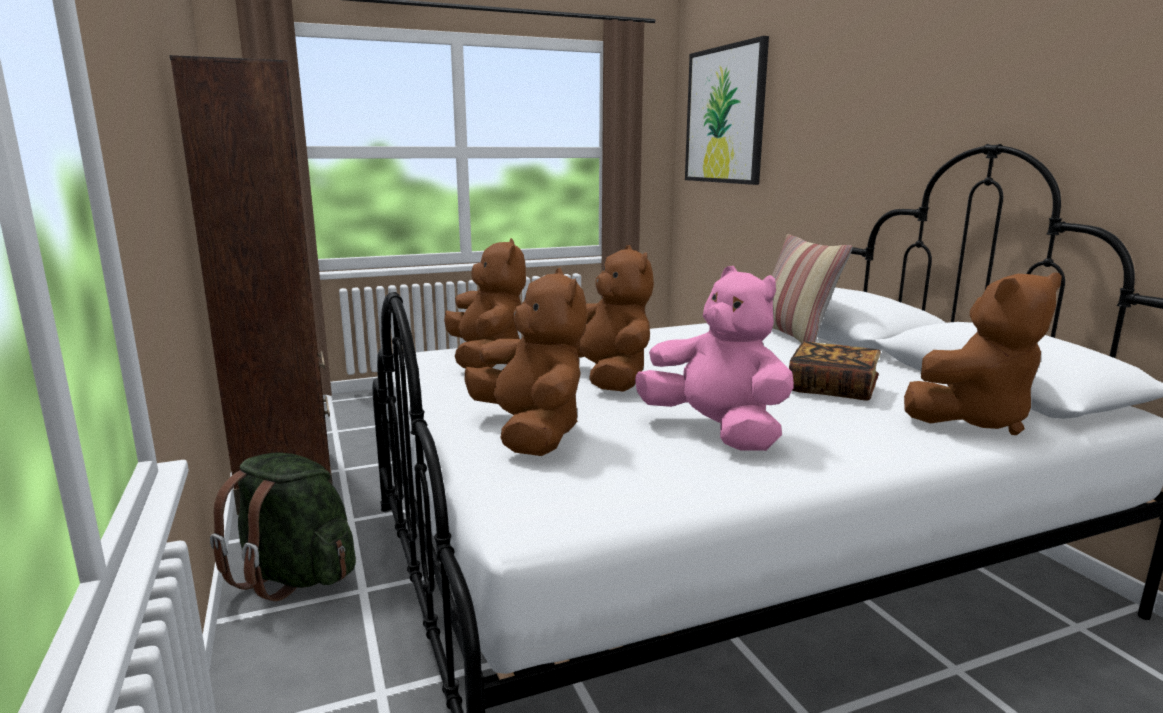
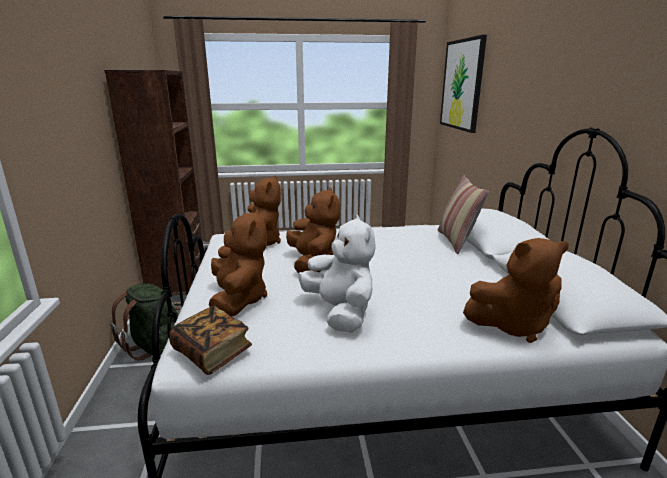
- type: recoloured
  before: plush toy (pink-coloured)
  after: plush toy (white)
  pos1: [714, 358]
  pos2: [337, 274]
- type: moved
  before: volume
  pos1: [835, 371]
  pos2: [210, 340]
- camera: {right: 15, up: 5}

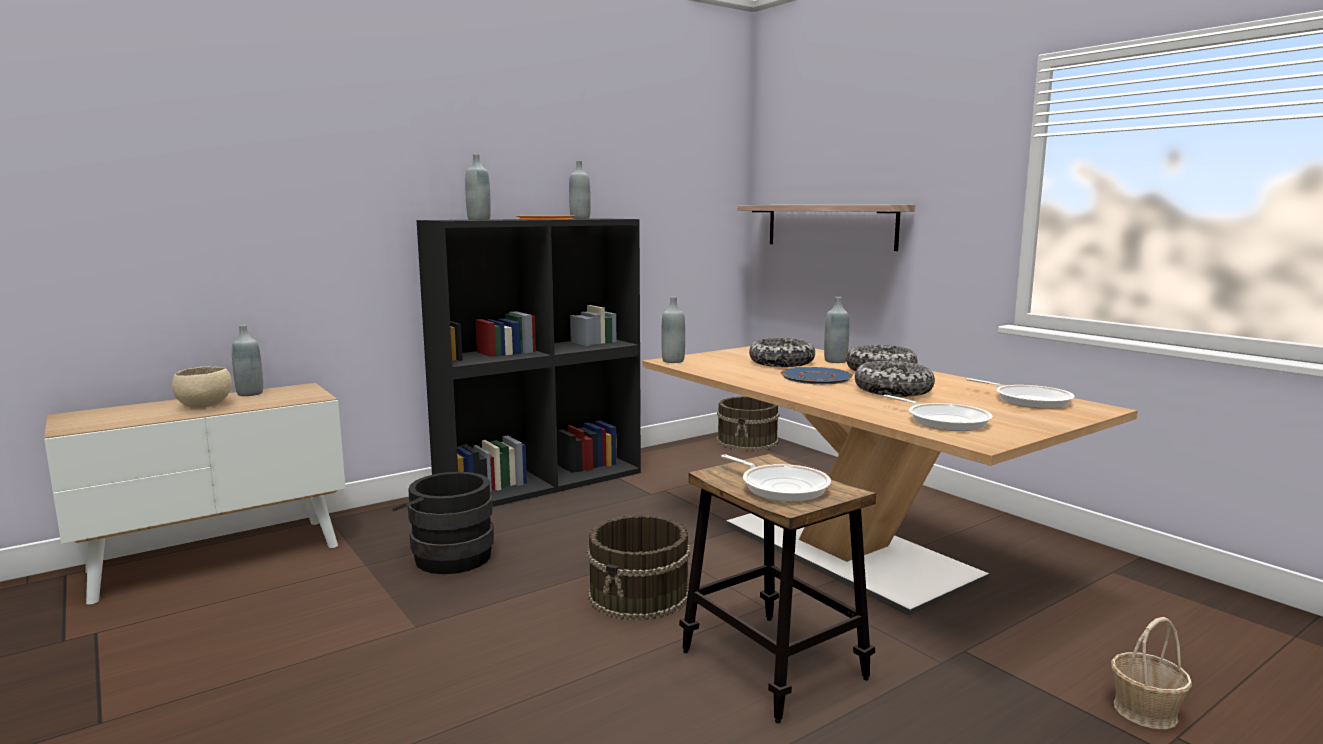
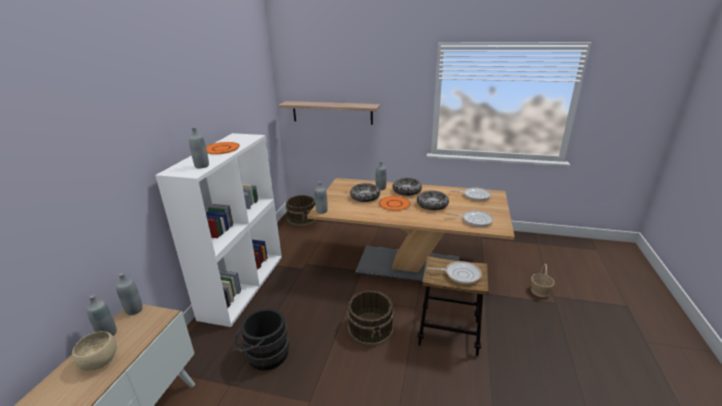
- type: recoloured
  before: shelving unit (blackish)
  after: shelving unit (white)
  pos1: [529, 362]
  pos2: [218, 230]
- type: moved
  before: drink bottle (greyish)
  pos1: [580, 190]
  pos2: [129, 294]
- type: recoloured
  before: plate (bluish)
  after: plate (orange)
  pos1: [817, 375]
  pos2: [394, 203]
- camera: {right: -40, up: 15}

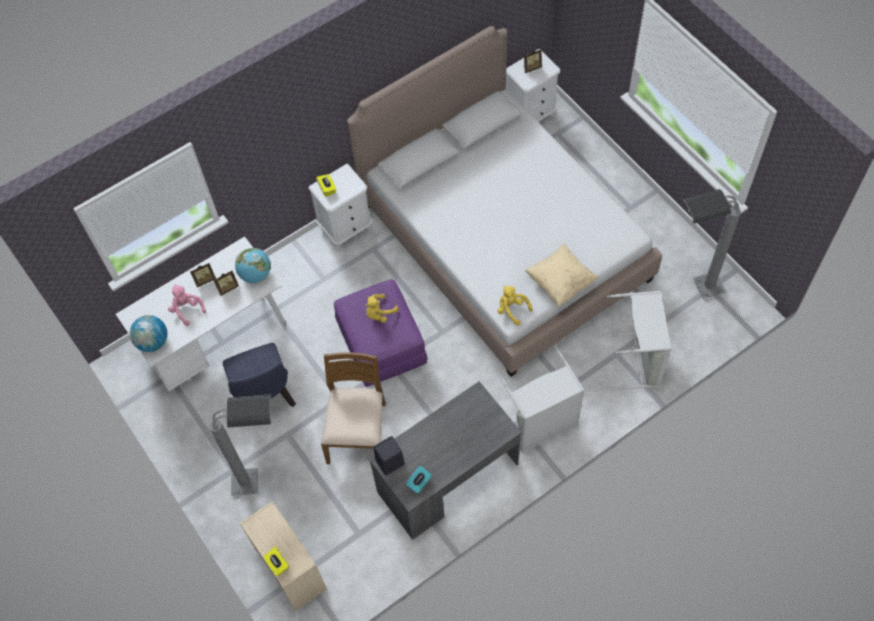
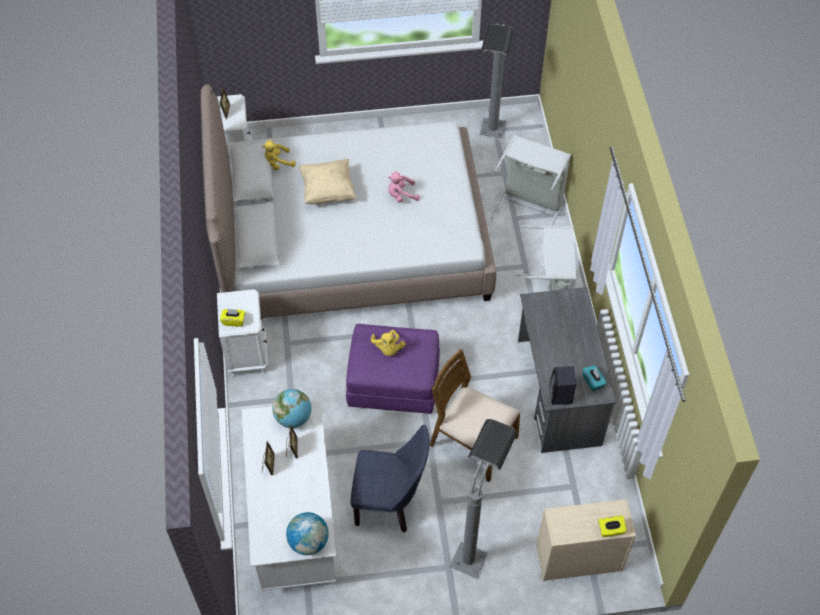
- type: moved
  before: plush toy (pink-coloured)
  pos1: [187, 305]
  pos2: [404, 186]
- type: moved
  before: plush toy (yellow)
  pos1: [515, 306]
  pos2: [279, 155]
- type: moved
  before: throw pillow (beige)
  pos1: [562, 276]
  pos2: [327, 181]
- camera: {right: -65, up: -5}

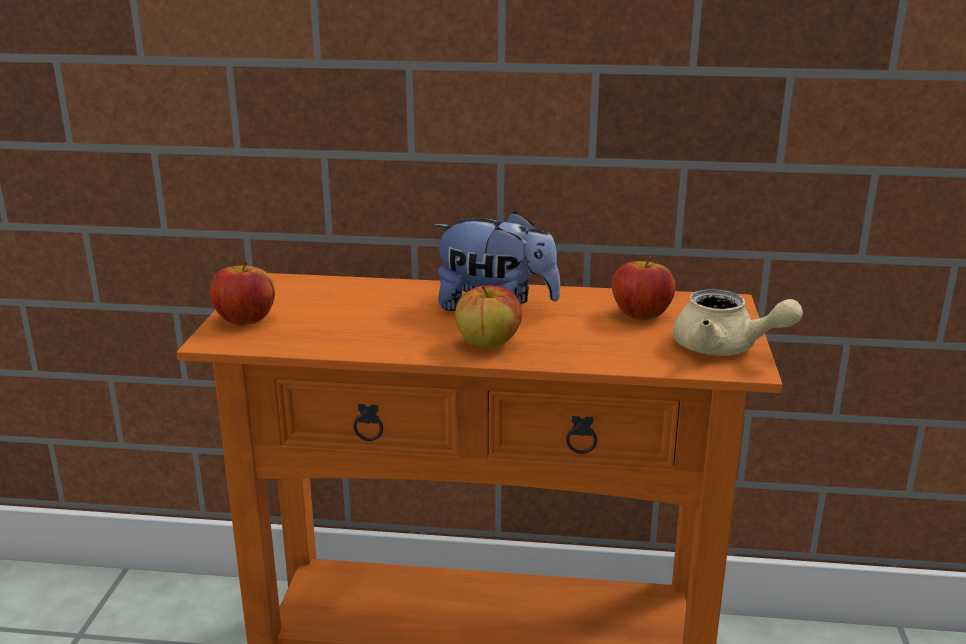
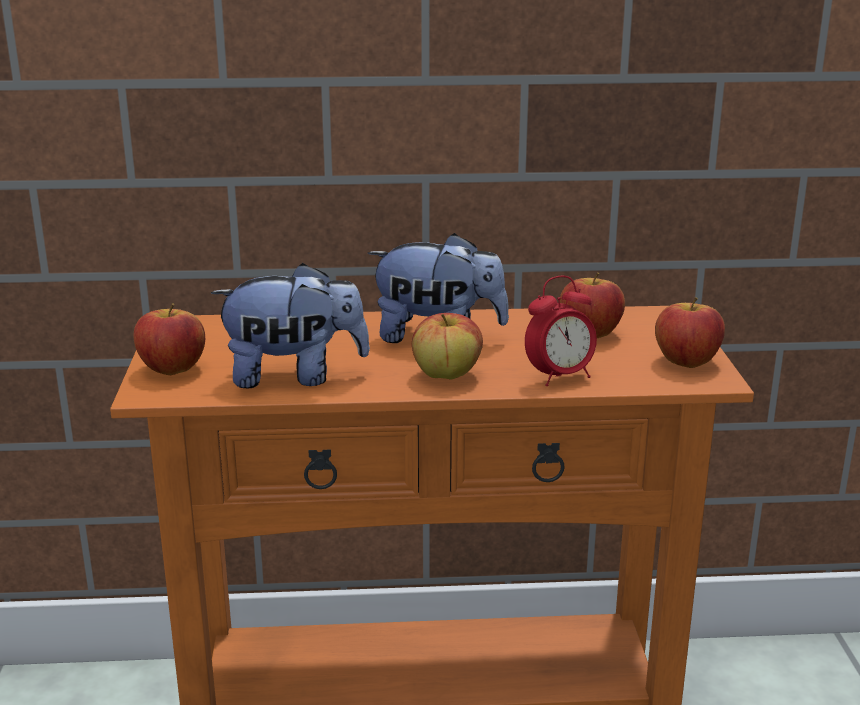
- type: replaced
  before: tea pot (beige)
  after: apple
  pos1: [738, 322]
  pos2: [690, 332]
- type: added
  after: plush toy
  pos2: [290, 325]
- type: added
  after: alarm clock
  pos2: [561, 331]
- camera: {right: -10, up: 0}

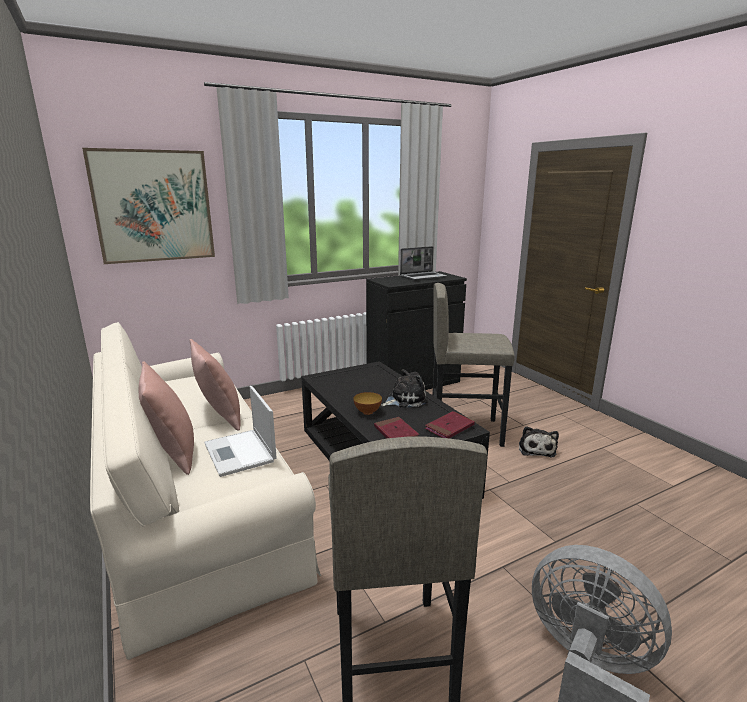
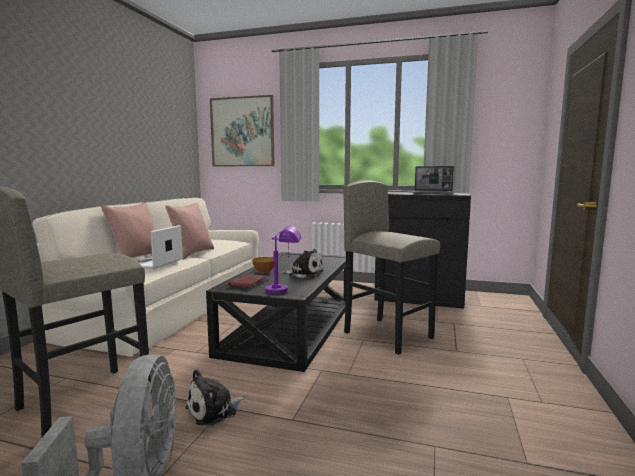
- type: replaced
  before: volume (red-coloured)
  after: table lamp (purple)
  pos1: [450, 424]
  pos2: [283, 260]
- type: moved
  before: plush toy
  pos1: [539, 441]
  pos2: [215, 397]
- camera: {right: 45, up: -10}

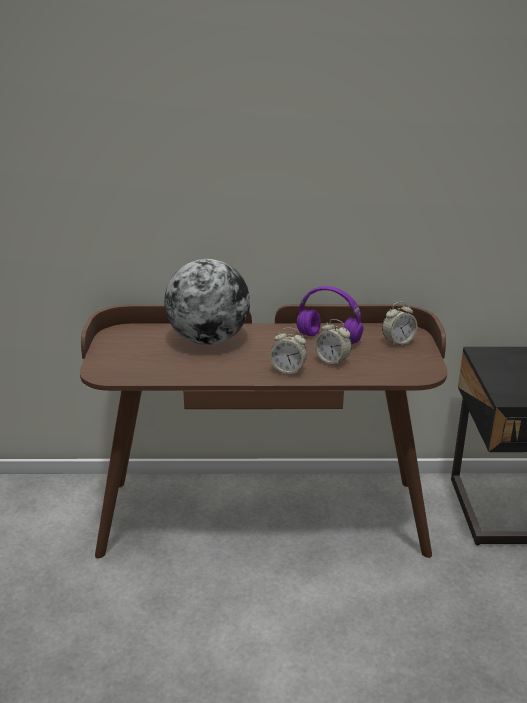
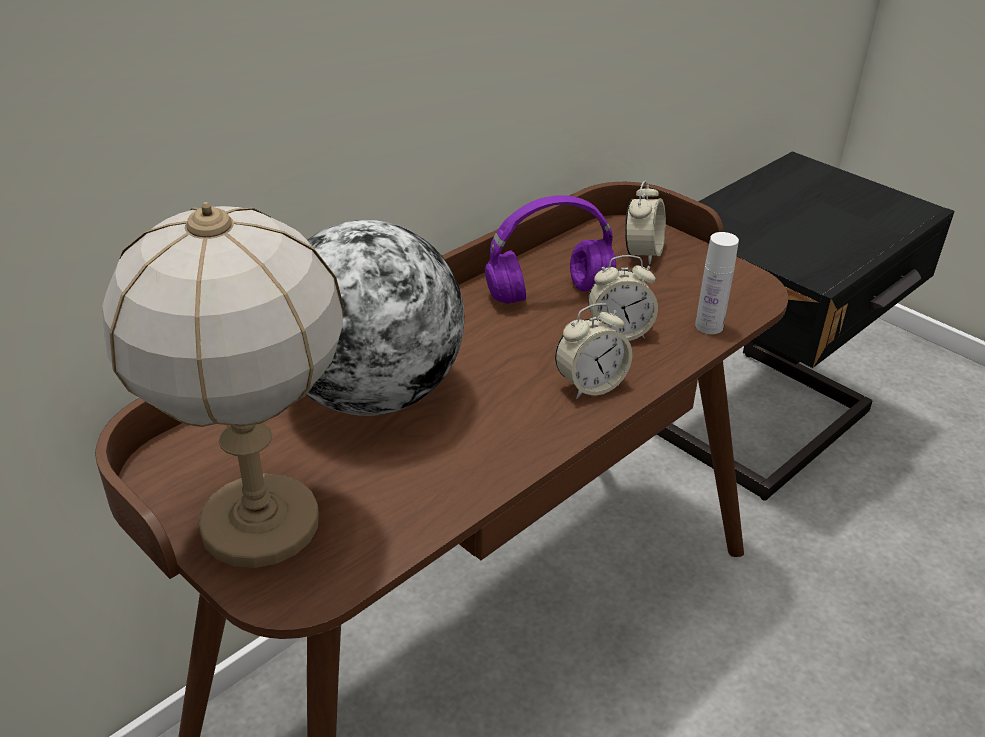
- type: added
  after: table lamp
  pos2: [223, 385]
- type: added
  after: drink bottle (white)
  pos2: [717, 283]
- camera: {right: -45, up: 10}

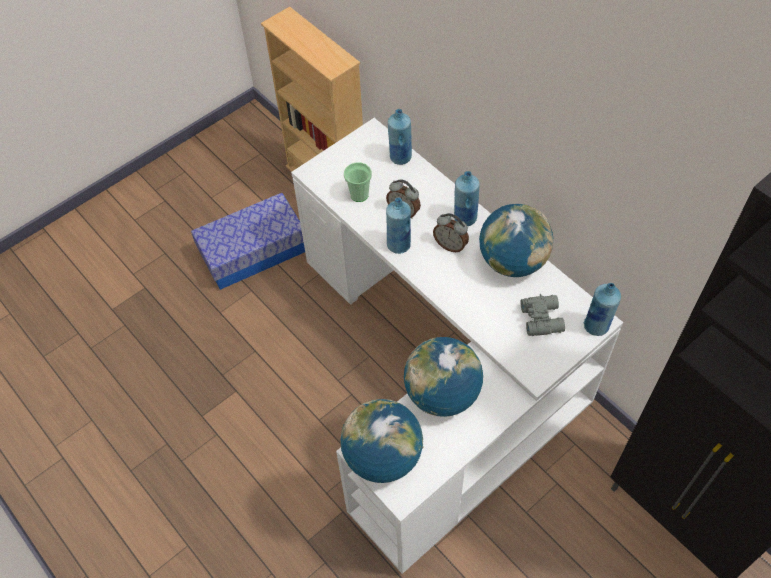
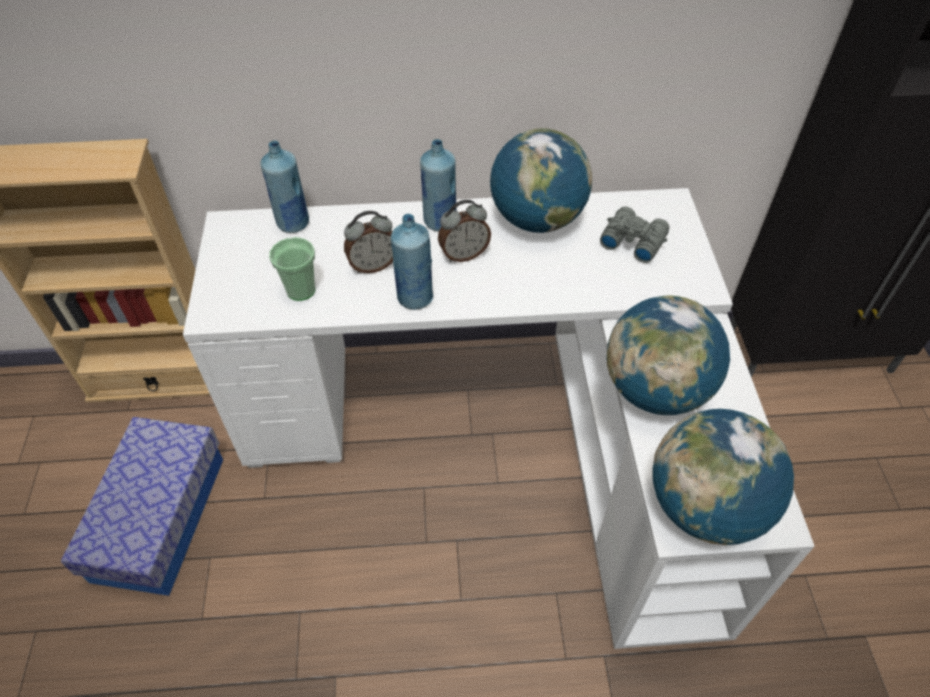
- type: removed
  before: drink bottle (bluish)
  pos1: [602, 309]
- camera: {right: -55, up: -5}

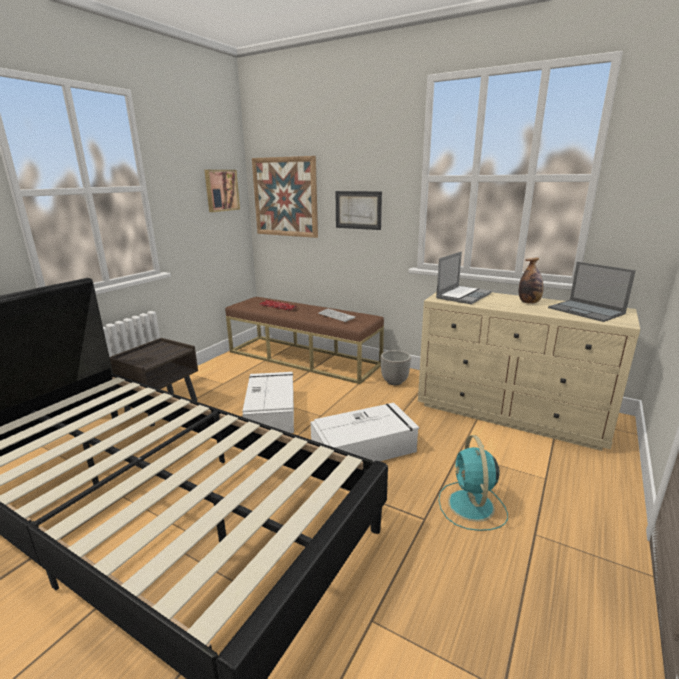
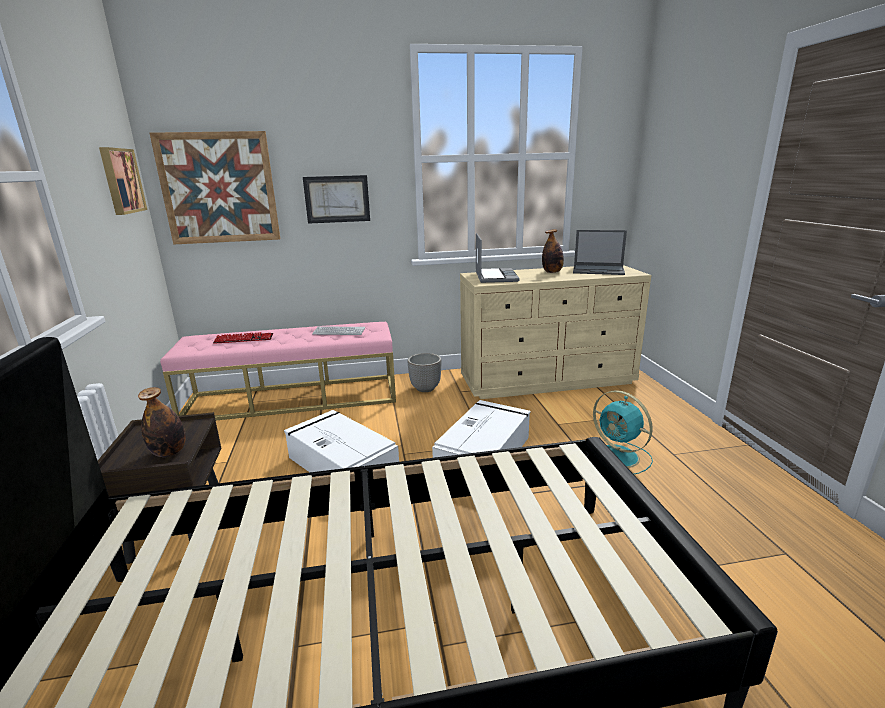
- type: recoloured
  before: indoor bench (brownish)
  after: indoor bench (pink-coloured)
  pos1: [304, 340]
  pos2: [278, 371]
- type: added
  after: drink bottle
  pos2: [162, 422]
- camera: {right: -40, up: 0}

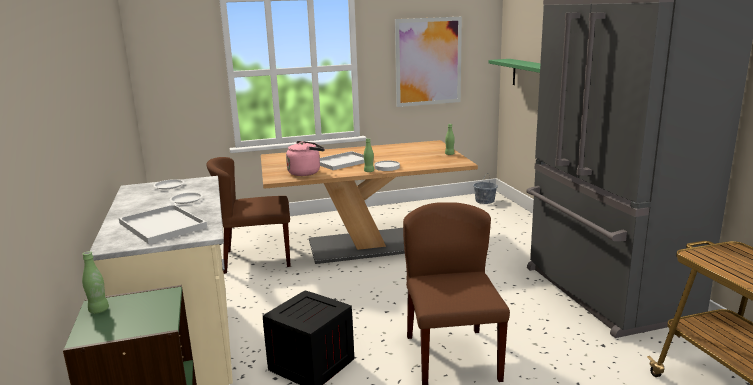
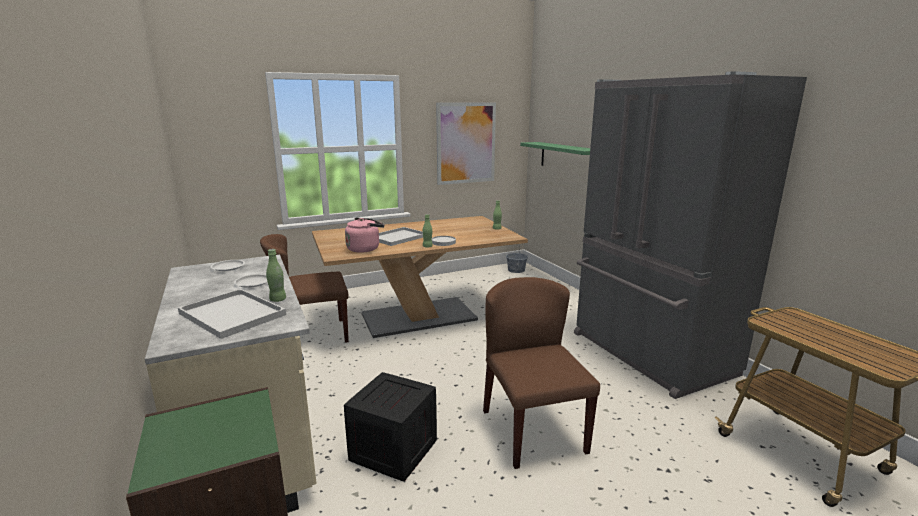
- type: moved
  before: drink bottle (green)
  pos1: [95, 282]
  pos2: [276, 275]
- camera: {right: -10, up: 0}

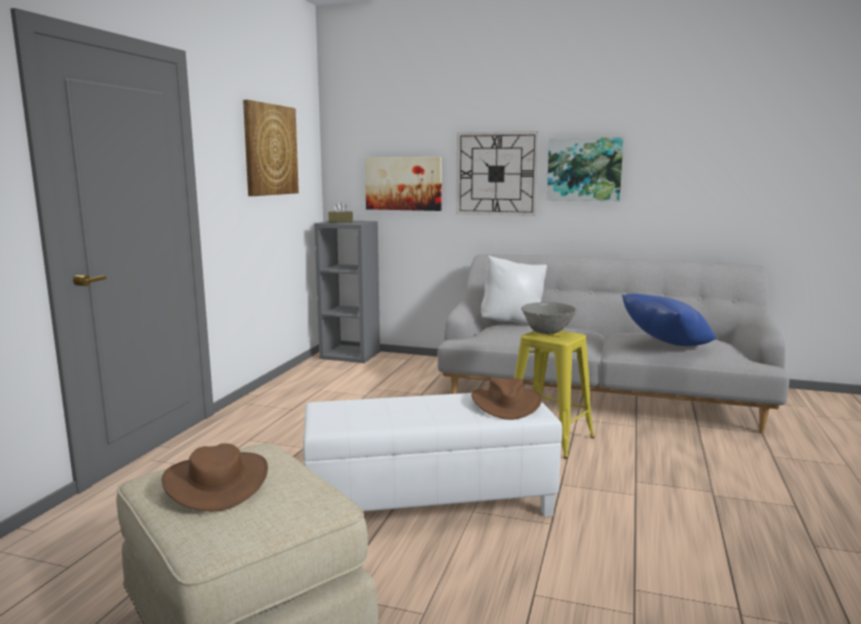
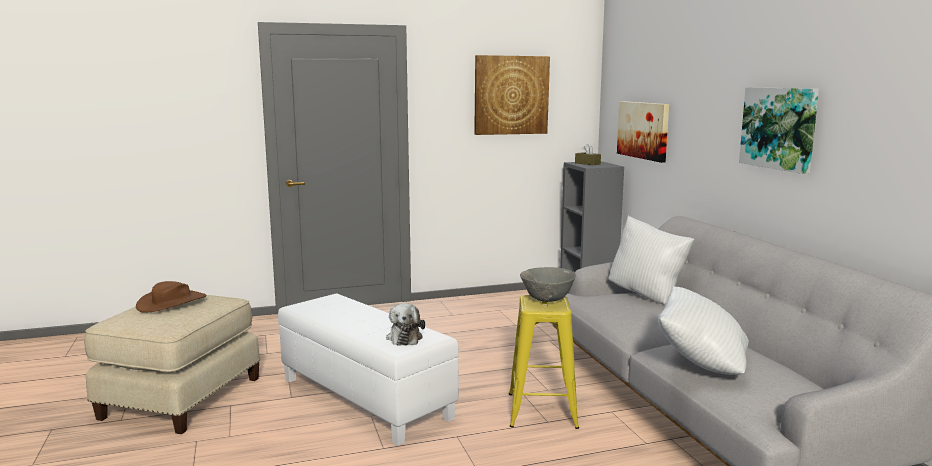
- type: removed
  before: clock on the wall
  pos1: [497, 173]
- type: replaced
  before: wearable hat (brownish)
  after: plush toy
  pos1: [506, 399]
  pos2: [405, 324]
- type: recoloured
  before: throw pillow (bluish)
  after: throw pillow (white)
  pos1: [669, 320]
  pos2: [703, 330]
- camera: {right: 55, up: 0}

